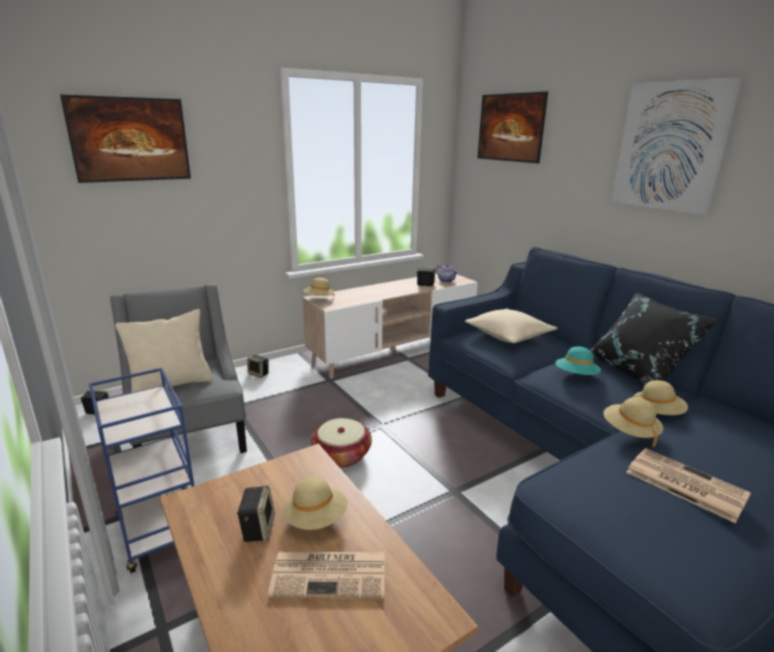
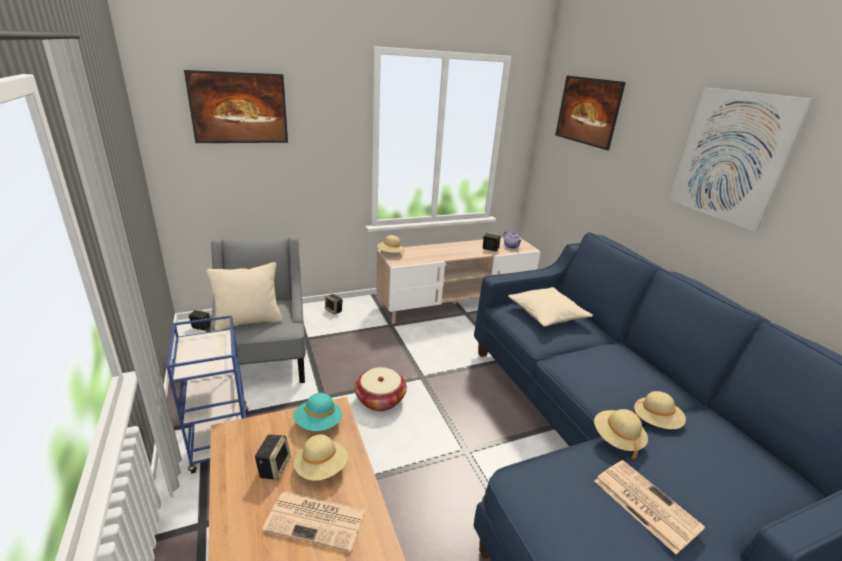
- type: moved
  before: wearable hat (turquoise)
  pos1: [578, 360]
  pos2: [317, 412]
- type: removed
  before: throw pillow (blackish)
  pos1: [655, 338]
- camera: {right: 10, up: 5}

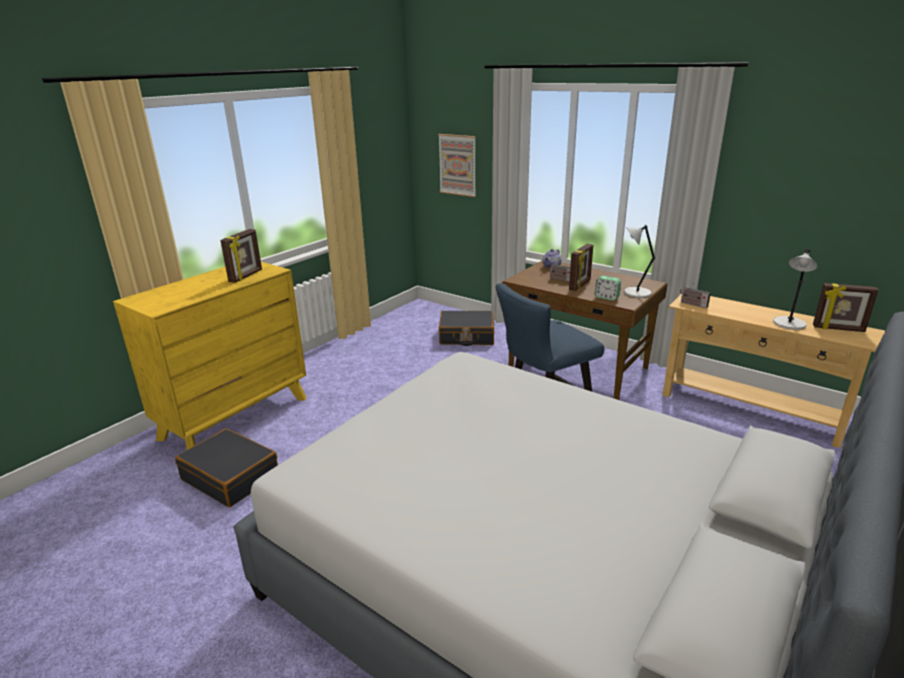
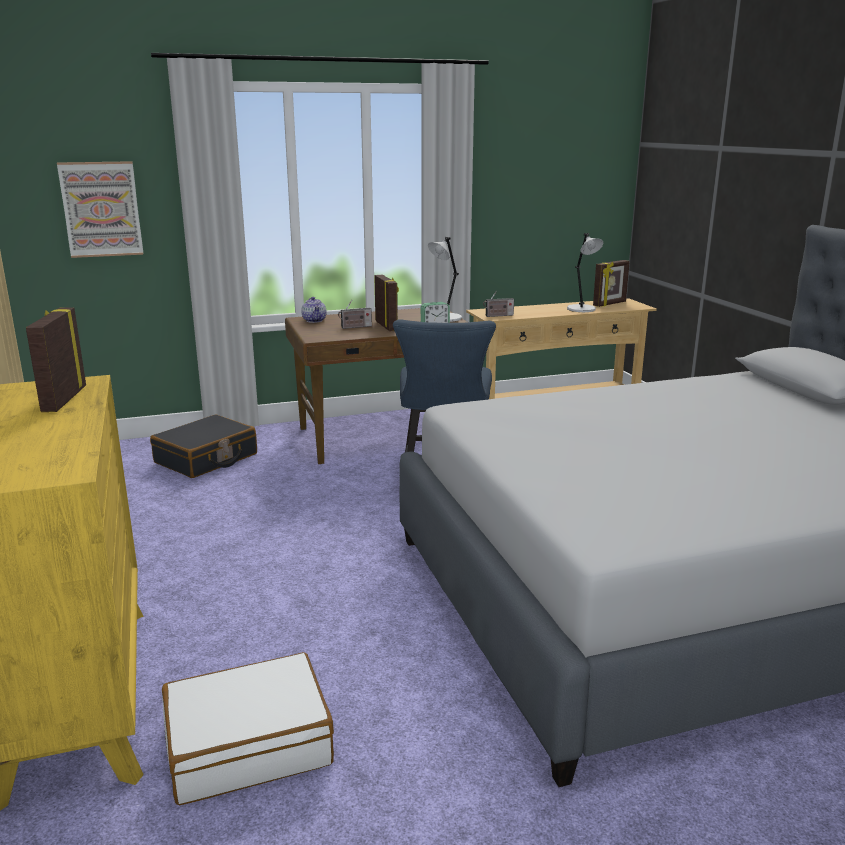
- type: recoloured
  before: travel case (blackish)
  after: travel case (white)
  pos1: [226, 467]
  pos2: [248, 728]
- type: turned
  before: picture frame
  pos1: [241, 256]
  pos2: [56, 359]
  turn: -150
- camera: {right: -55, up: -5}

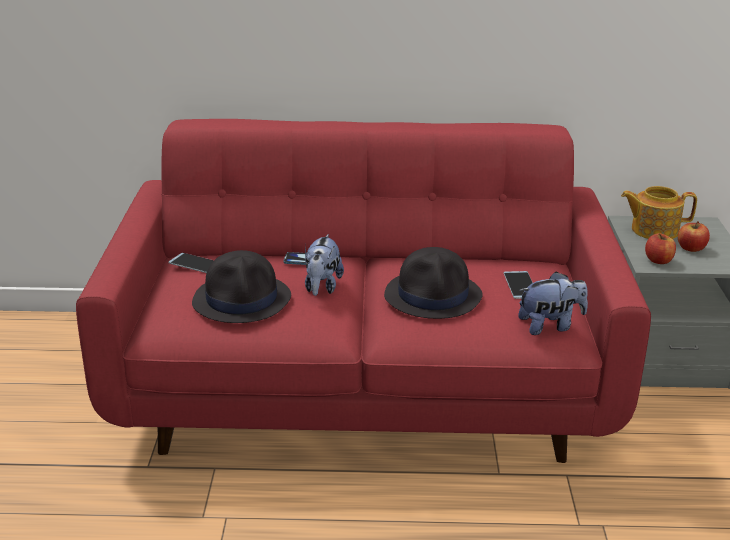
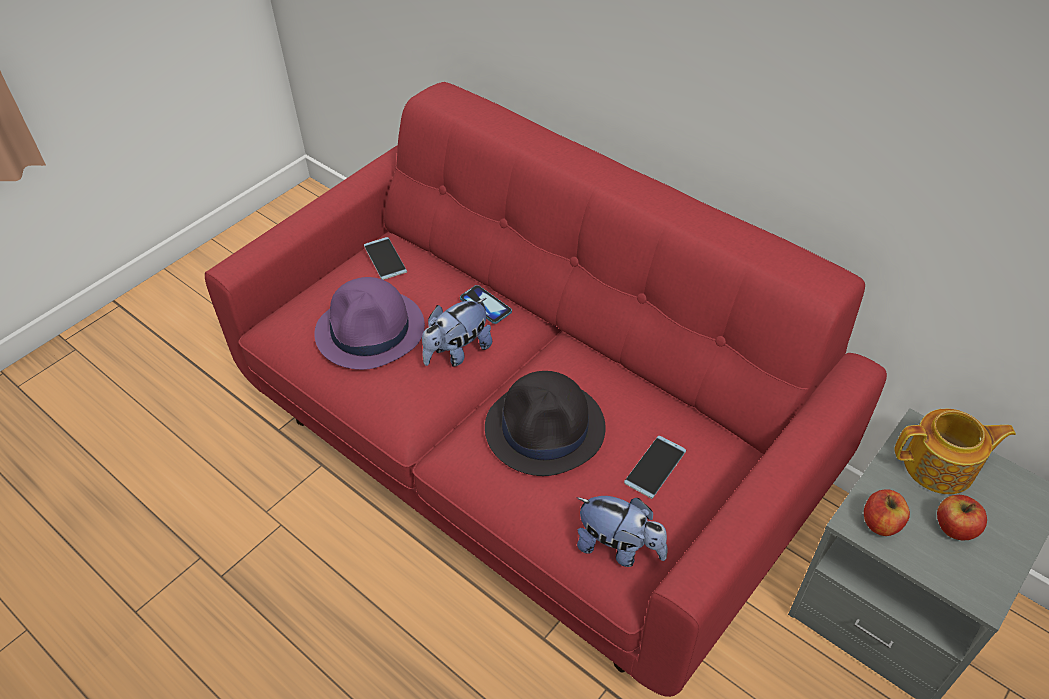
- type: recoloured
  before: wearable hat (blackish)
  after: wearable hat (purple)
  pos1: [241, 286]
  pos2: [369, 323]
- type: turned
  before: tea pot
  pos1: [659, 212]
  pos2: [955, 451]
  turn: 135
- camera: {right: 40, up: 20}

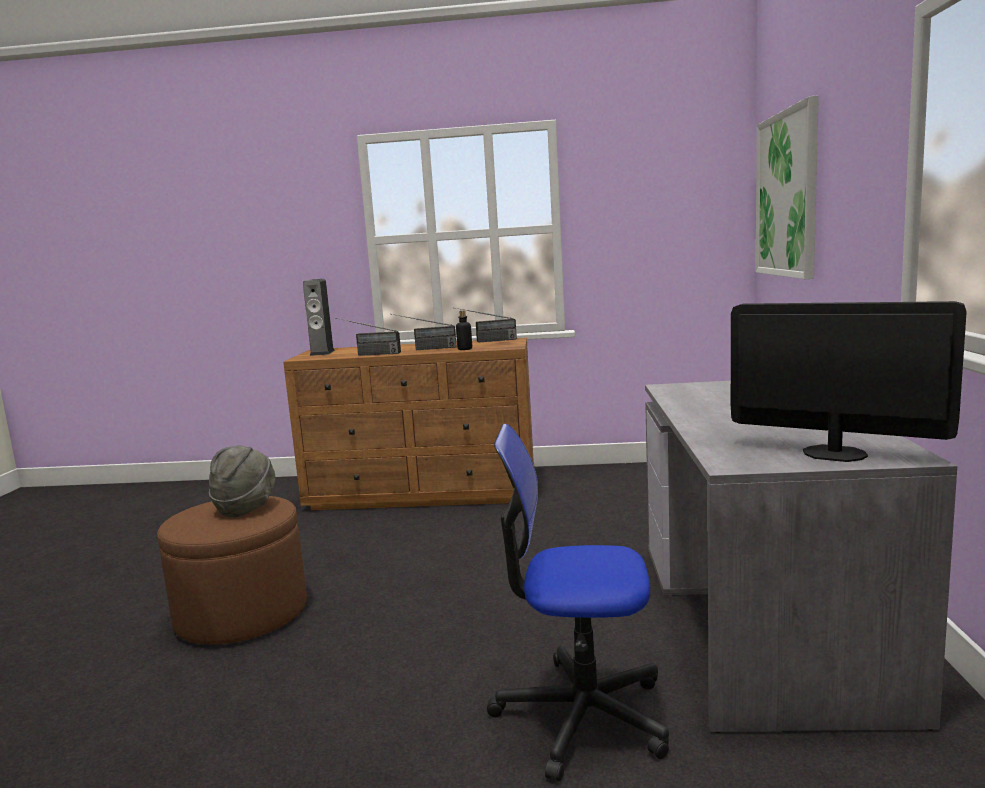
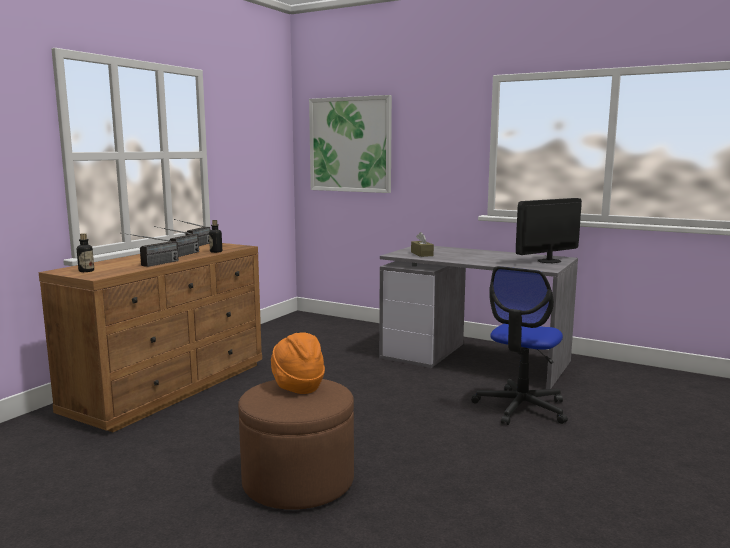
- type: recoloured
  before: wearable hat (greyish)
  after: wearable hat (orange)
  pos1: [242, 481]
  pos2: [298, 363]
- type: replaced
  before: speaker
  after: drink bottle
  pos1: [319, 317]
  pos2: [85, 252]
- type: added
  after: tissue box (brownish)
  pos2: [422, 244]
- camera: {right: -65, up: 0}

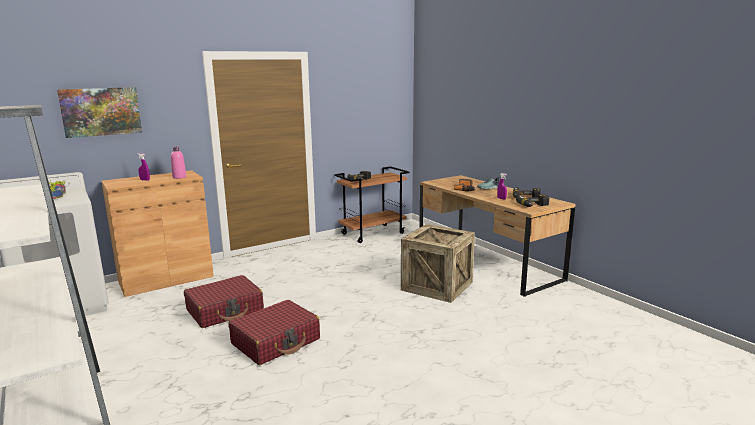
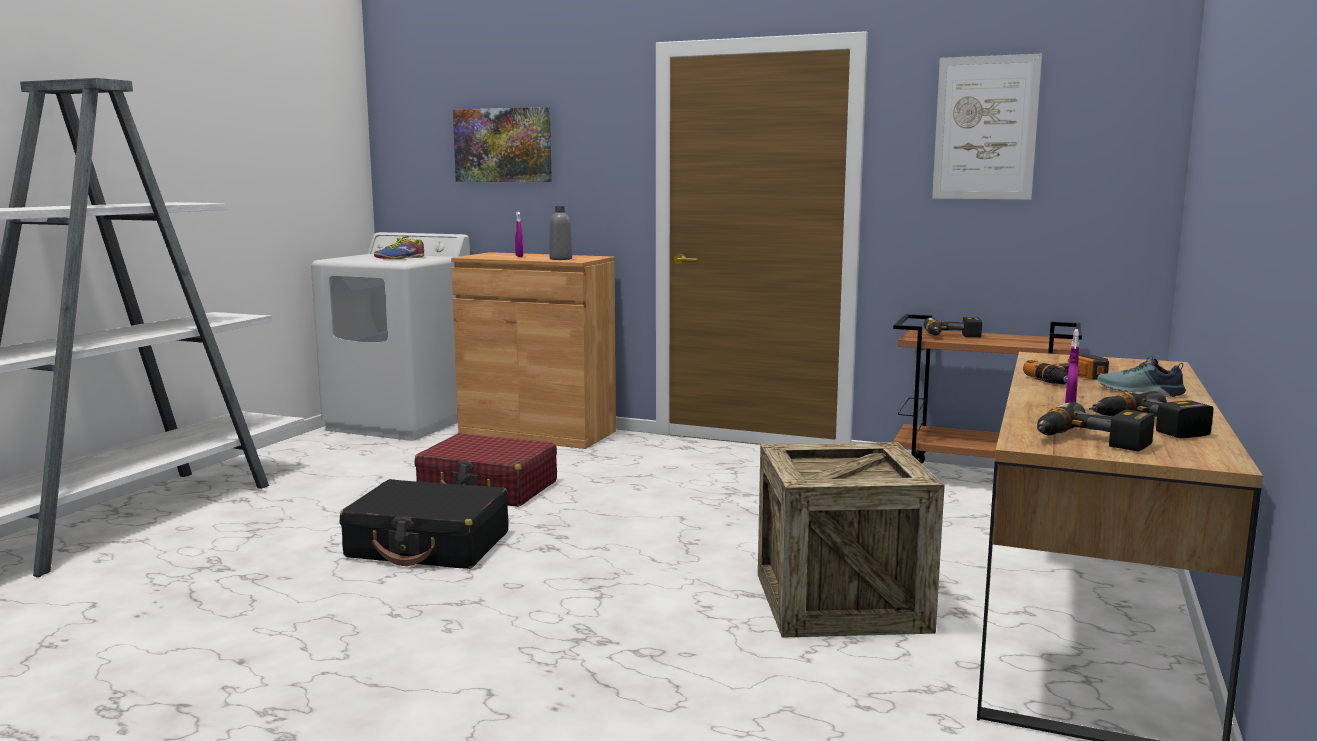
- type: recoloured
  before: drink bottle (pink-coloured)
  after: drink bottle (greyish)
  pos1: [178, 163]
  pos2: [560, 233]
- type: recoloured
  before: travel case (red-coloured)
  after: travel case (blackish)
  pos1: [274, 332]
  pos2: [424, 524]
- type: added
  after: wall picture
  pos2: [987, 127]
- camera: {right: 55, up: -5}

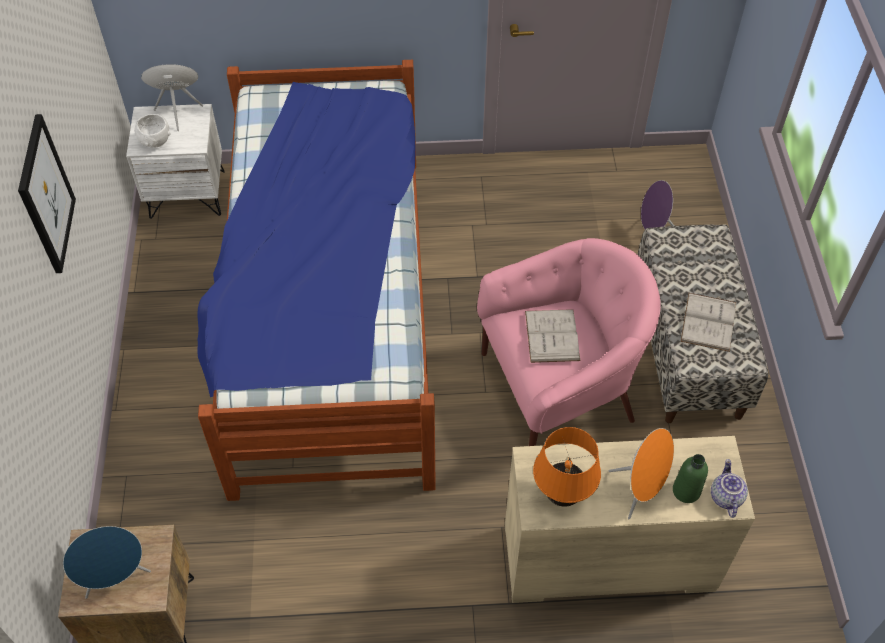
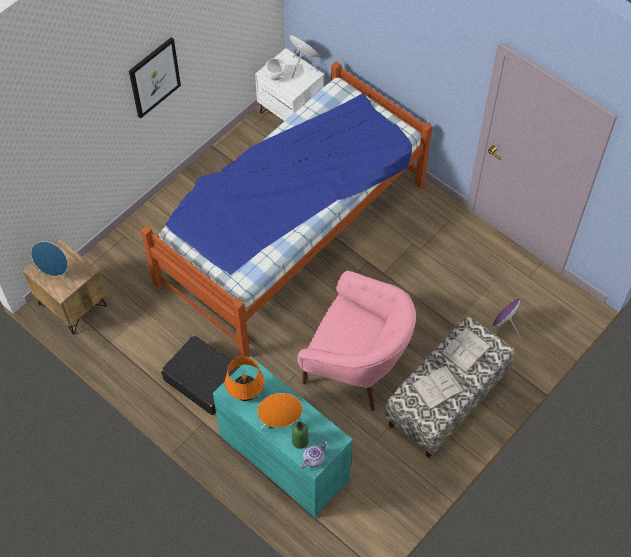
- type: recoloured
  before: drawer chest (beige)
  after: drawer chest (turquoise)
  pos1: [630, 519]
  pos2: [283, 437]
- type: moved
  before: volume (white)
  pos1: [552, 336]
  pos2: [466, 350]
- type: added
  after: travel case (blackish)
  pos2: [200, 375]
- camera: {right: 45, up: 5}

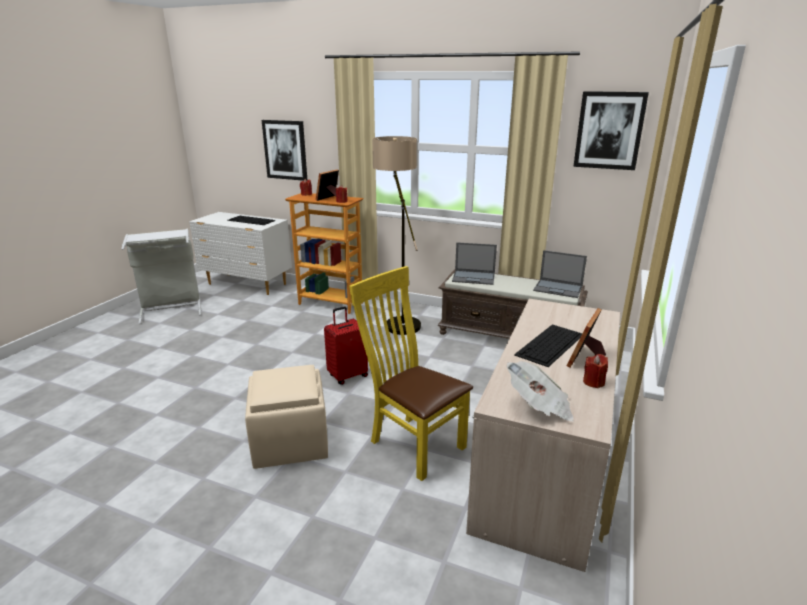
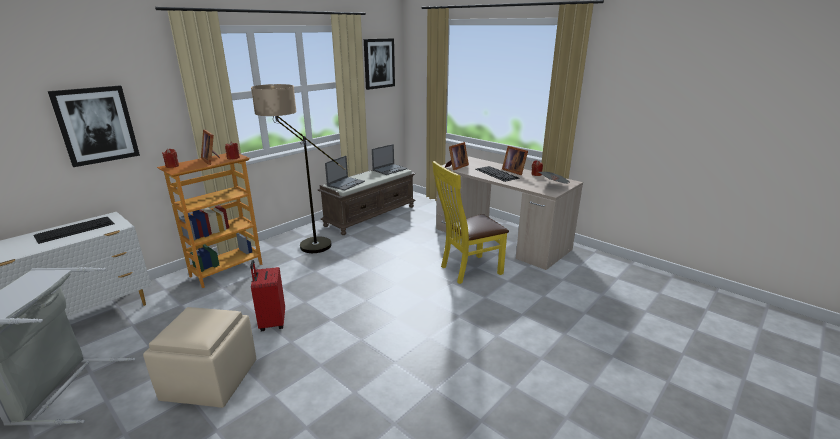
- type: moved
  before: pouffe (beige)
  pos1: [286, 417]
  pos2: [199, 357]
- type: moved
  before: travel case (red-coloured)
  pos1: [346, 345]
  pos2: [267, 295]
- type: added
  after: picture frame
  pos2: [457, 156]
- camera: {right: -70, up: 0}

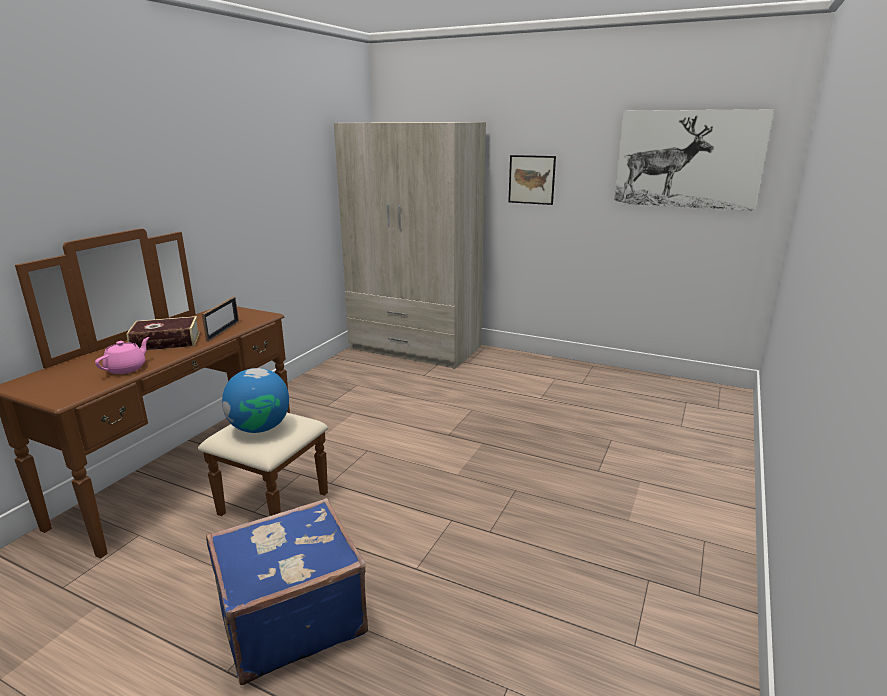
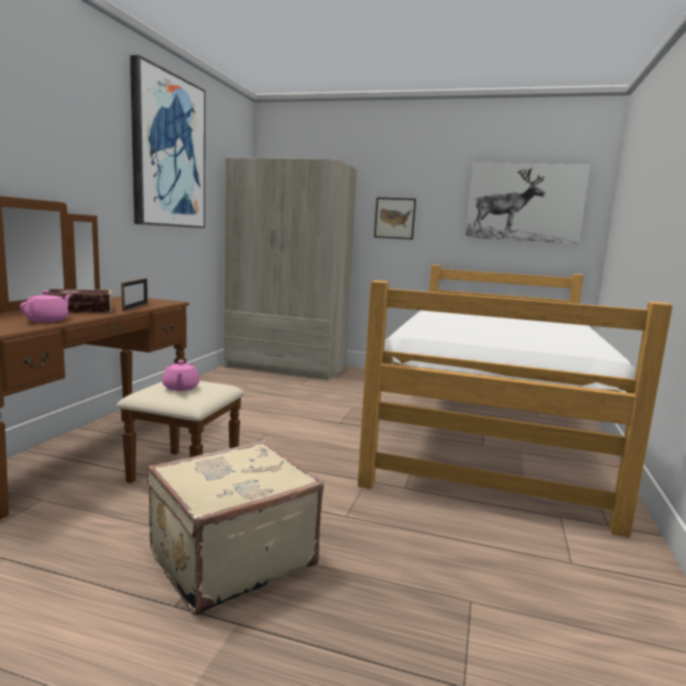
- type: recoloured
  before: travel case (bluish)
  after: travel case (beige)
  pos1: [287, 591]
  pos2: [235, 527]
- type: replaced
  before: globe
  after: tea pot (pink-coloured)
  pos1: [255, 400]
  pos2: [181, 375]
- type: added
  after: wall picture
  pos2: [167, 141]
- type: added
  after: bed
  pos2: [515, 401]
- camera: {right: -10, up: -10}

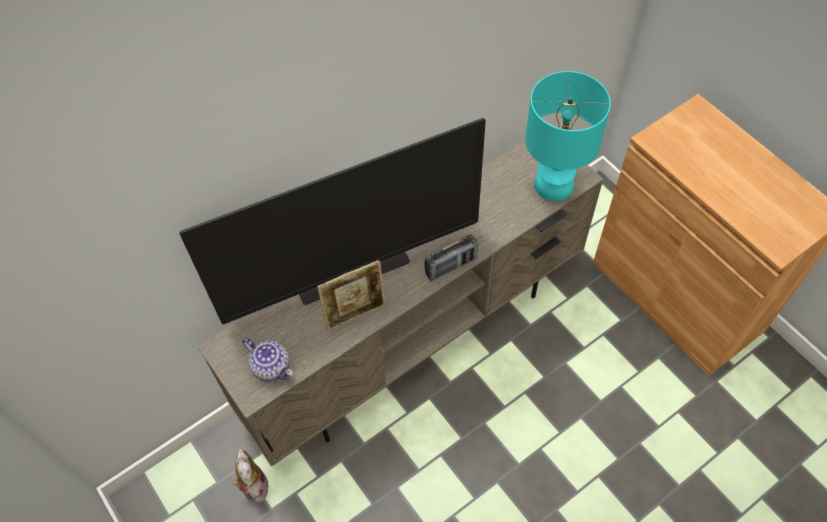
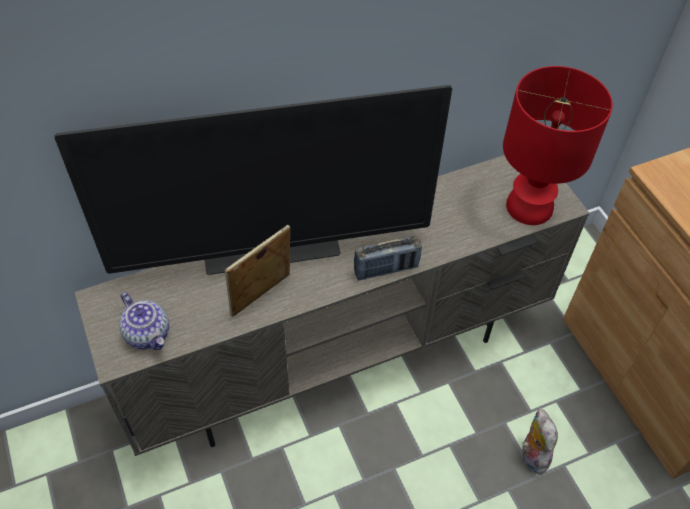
- type: moved
  before: plush toy
  pos1: [251, 475]
  pos2: [540, 441]
- type: turned
  before: picture frame
  pos1: [351, 295]
  pos2: [257, 271]
  turn: 150
- type: recoloured
  before: table lamp (turquoise)
  after: table lamp (red-coloured)
  pos1: [568, 136]
  pos2: [558, 145]
- camera: {right: 10, up: -5}

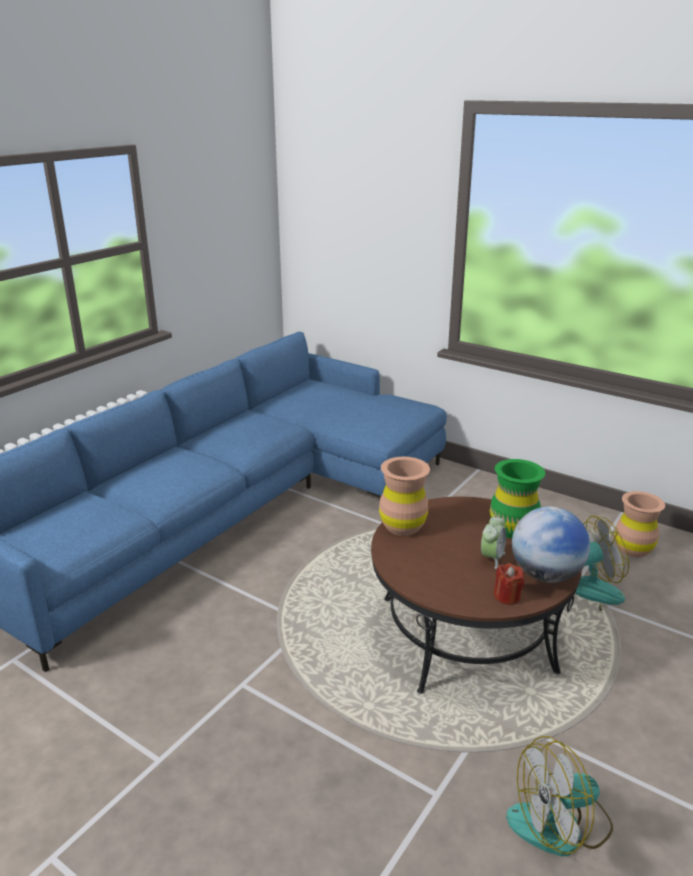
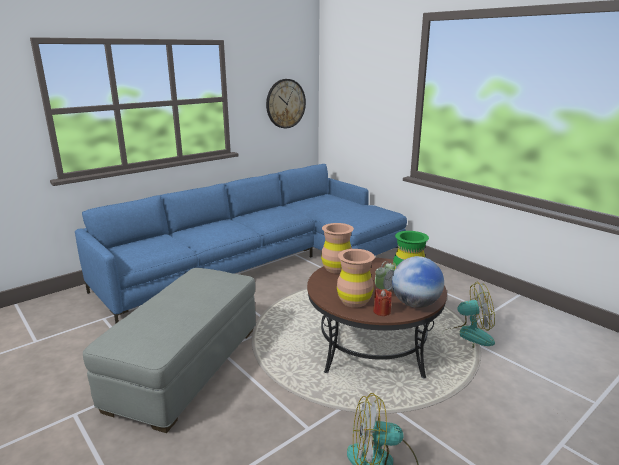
- type: moved
  before: vase (brownish)
  pos1: [640, 524]
  pos2: [356, 278]
- type: added
  after: pouffe (greyish)
  pos2: [169, 350]
- type: added
  after: clock on the wall
  pos2: [286, 104]
- camera: {right: 15, up: -5}

